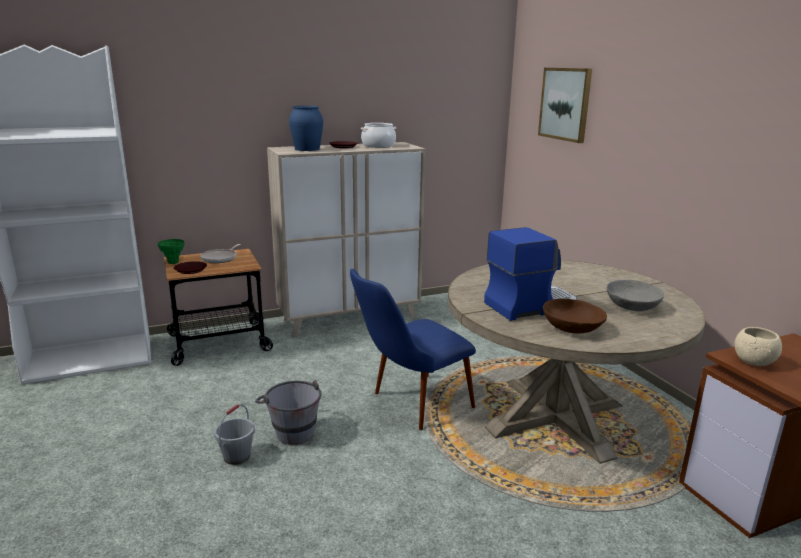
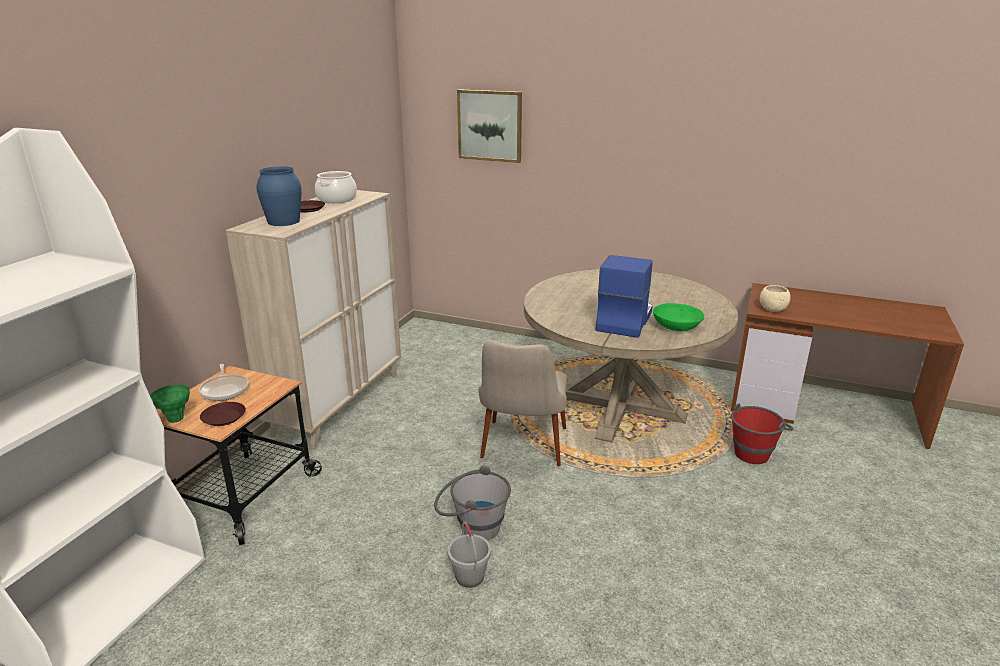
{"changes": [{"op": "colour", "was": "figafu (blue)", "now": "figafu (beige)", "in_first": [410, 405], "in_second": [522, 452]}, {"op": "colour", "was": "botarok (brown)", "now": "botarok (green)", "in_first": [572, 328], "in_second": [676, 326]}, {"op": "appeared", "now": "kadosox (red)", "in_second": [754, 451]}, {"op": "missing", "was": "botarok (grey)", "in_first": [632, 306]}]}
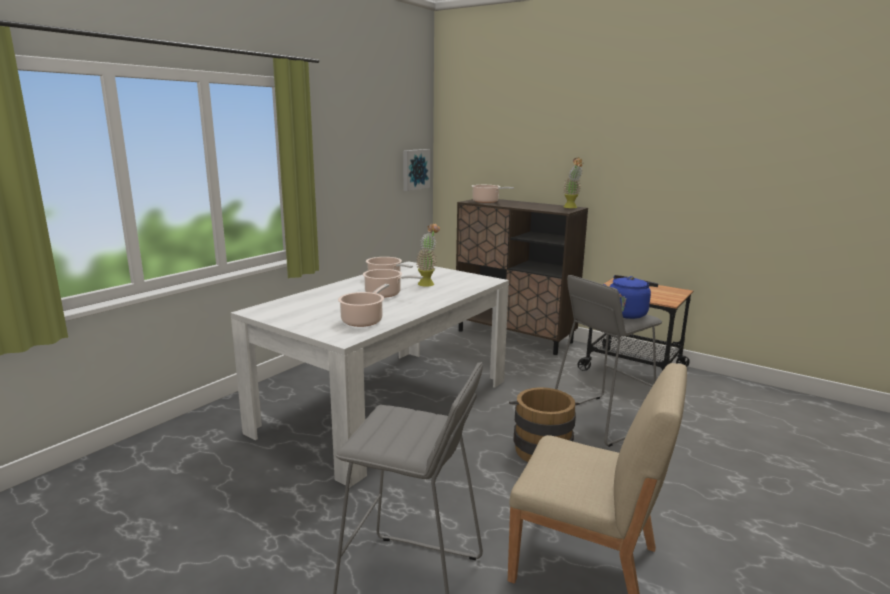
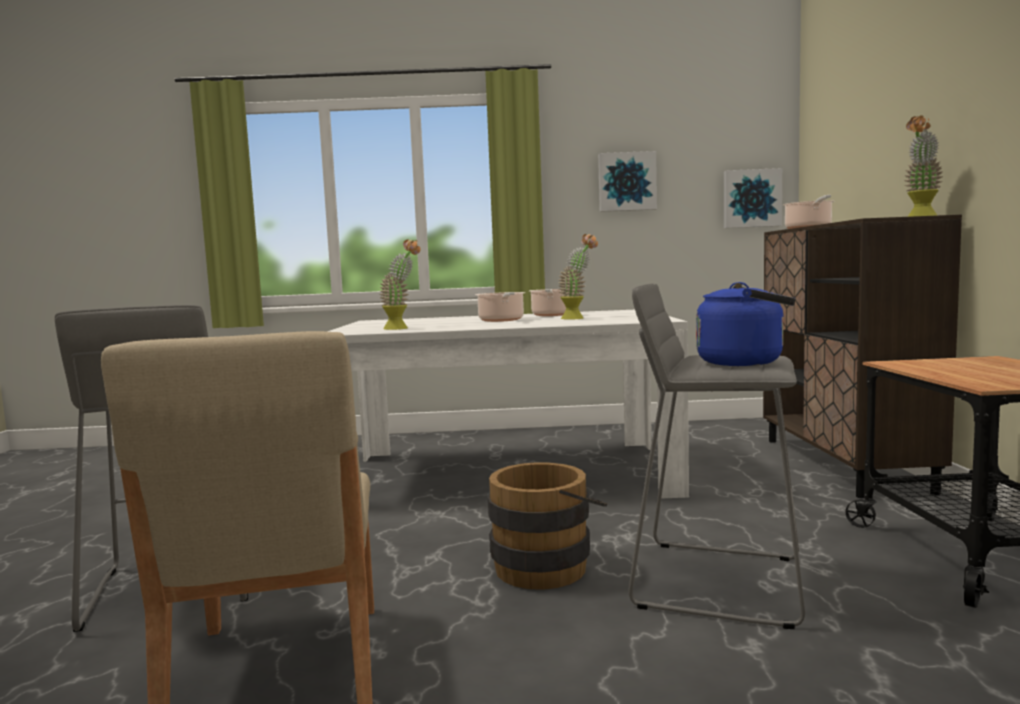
{"changes": [{"op": "exchanged", "was": "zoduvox", "now": "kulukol", "in_first": [363, 320], "in_second": [402, 328]}, {"op": "appeared", "now": "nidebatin", "in_second": [626, 182]}]}
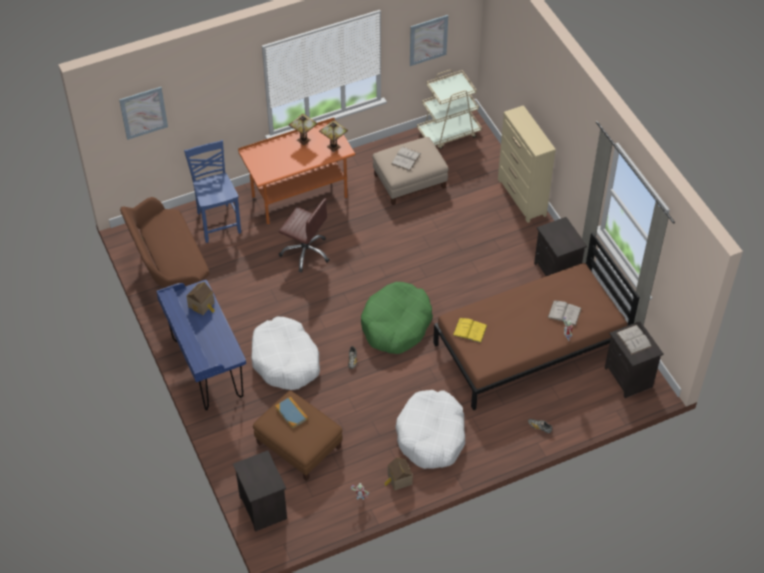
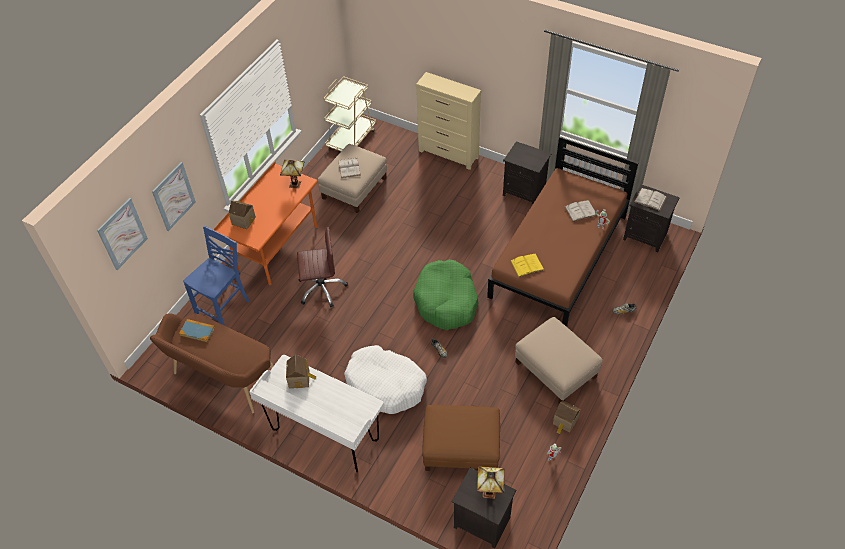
{"changes": [{"op": "relocated", "was": "nidebatin", "in_first": [428, 40], "in_second": [173, 196]}, {"op": "relocated", "was": "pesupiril", "in_first": [291, 413], "in_second": [197, 331]}, {"op": "spun", "was": "figafu (blue)", "in_first": [218, 222], "in_second": [224, 308], "clockwise": 90}, {"op": "appeared", "now": "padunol", "in_second": [244, 220]}, {"op": "colour", "was": "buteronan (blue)", "now": "buteronan (white)", "in_first": [207, 369], "in_second": [325, 436]}, {"op": "relocated", "was": "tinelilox", "in_first": [304, 140], "in_second": [490, 491]}, {"op": "exchanged", "was": "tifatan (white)", "now": "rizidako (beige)", "in_first": [431, 436], "in_second": [555, 370]}]}
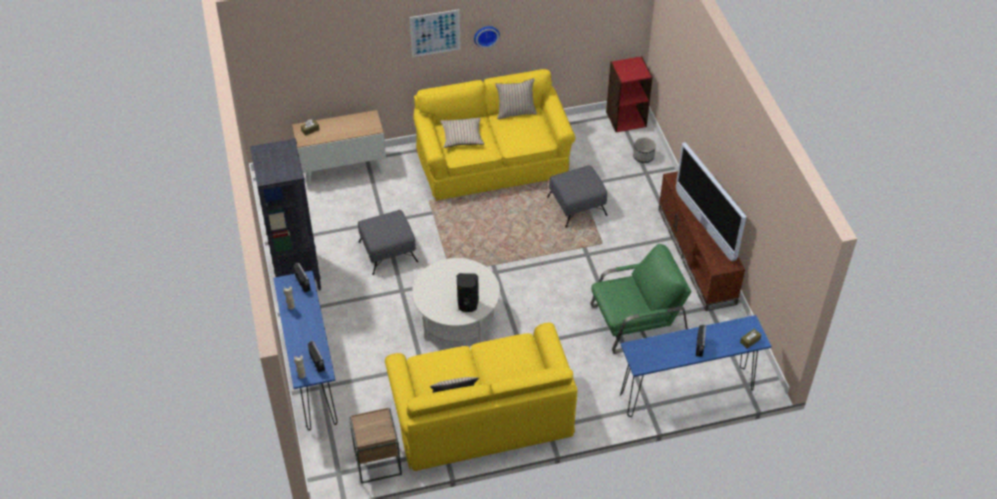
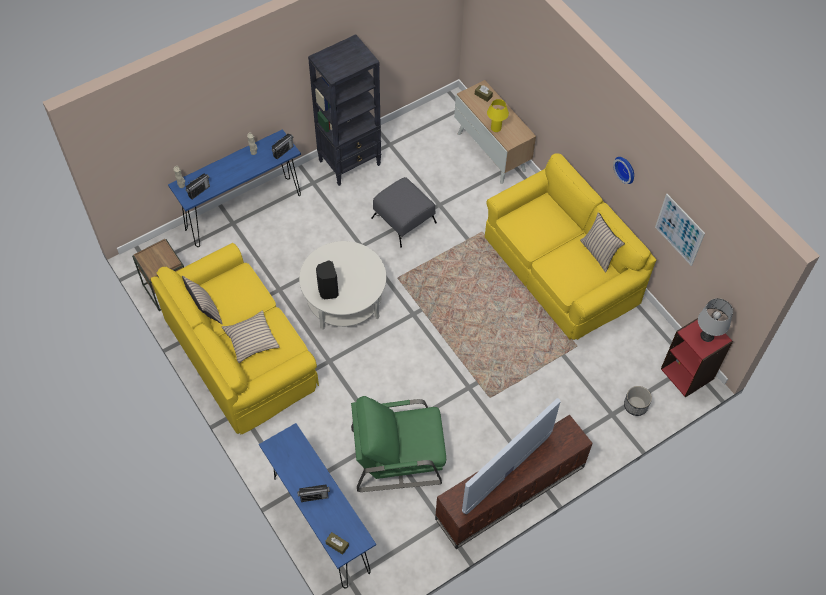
{"changes": [{"op": "relocated", "was": "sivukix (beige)", "in_first": [462, 136], "in_second": [251, 340]}, {"op": "spun", "was": "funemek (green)", "in_first": [636, 320], "in_second": [397, 455], "clockwise": 120}, {"op": "appeared", "now": "tinelilox (yellow)", "in_second": [496, 128]}, {"op": "relocated", "was": "nidebatin", "in_first": [435, 33], "in_second": [679, 229]}, {"op": "appeared", "now": "tinelilox (grey)", "in_second": [707, 335]}, {"op": "missing", "was": "rizidako (grey)", "in_first": [576, 206]}]}
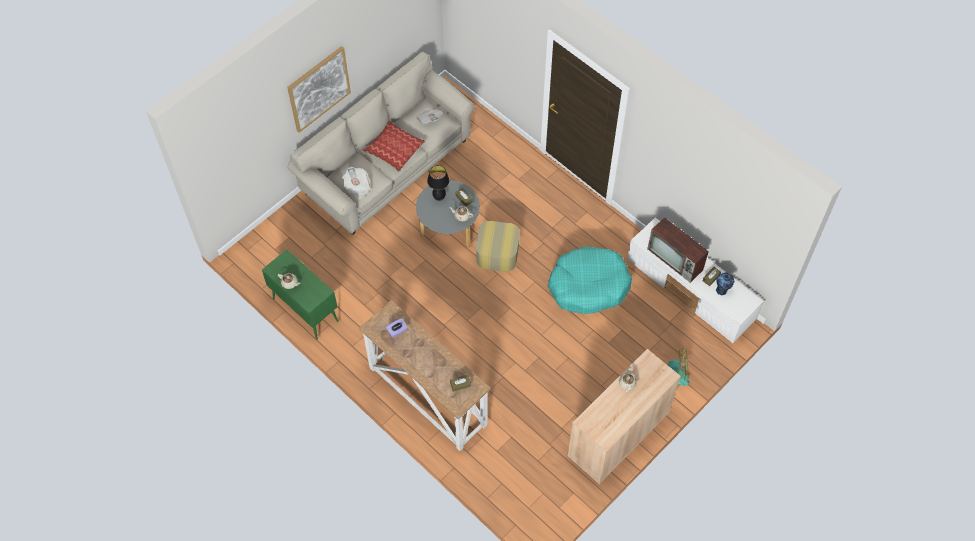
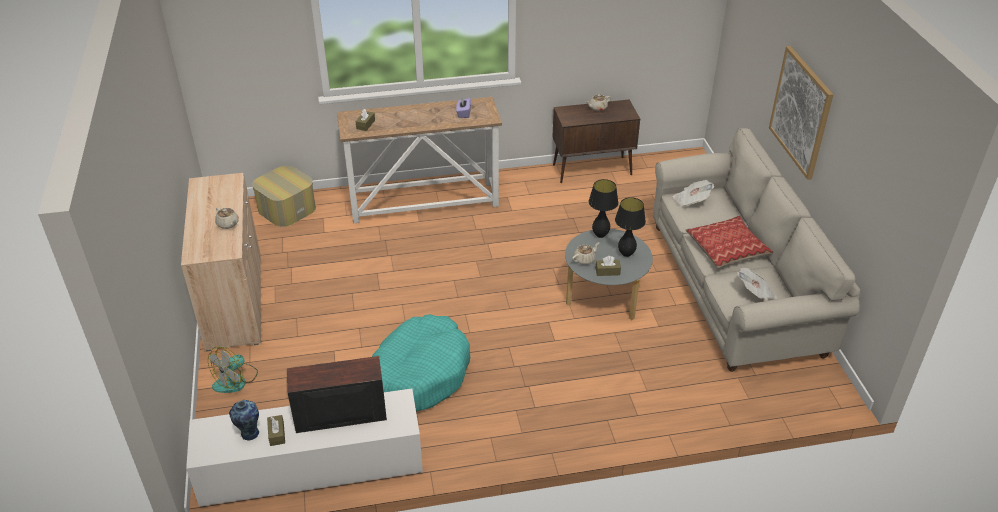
{"changes": [{"op": "relocated", "was": "rizidako", "in_first": [497, 253], "in_second": [287, 208]}, {"op": "colour", "was": "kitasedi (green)", "now": "kitasedi (brown)", "in_first": [304, 309], "in_second": [593, 170]}, {"op": "appeared", "now": "tinelilox (black)", "in_second": [600, 235]}]}
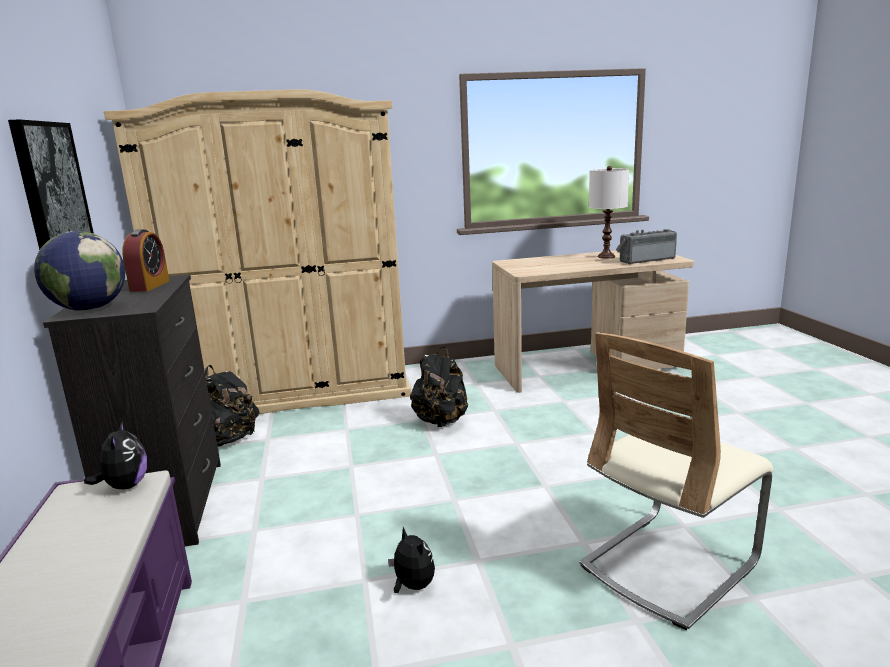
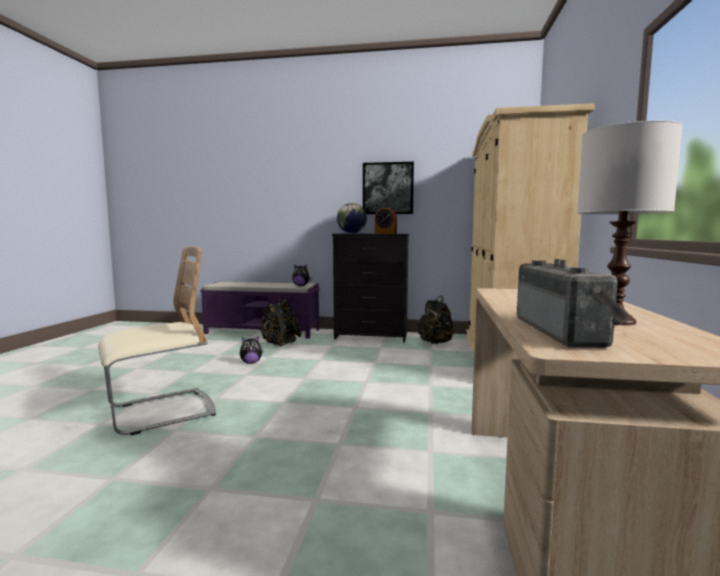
{"changes": [{"op": "spun", "was": "figafu (beige)", "in_first": [668, 564], "in_second": [161, 412], "clockwise": 75}, {"op": "relocated", "was": "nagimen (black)", "in_first": [441, 421], "in_second": [279, 344]}]}
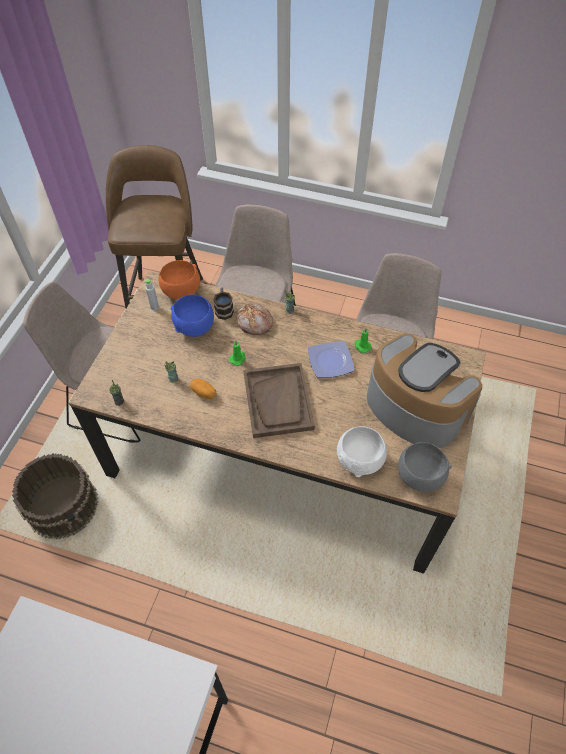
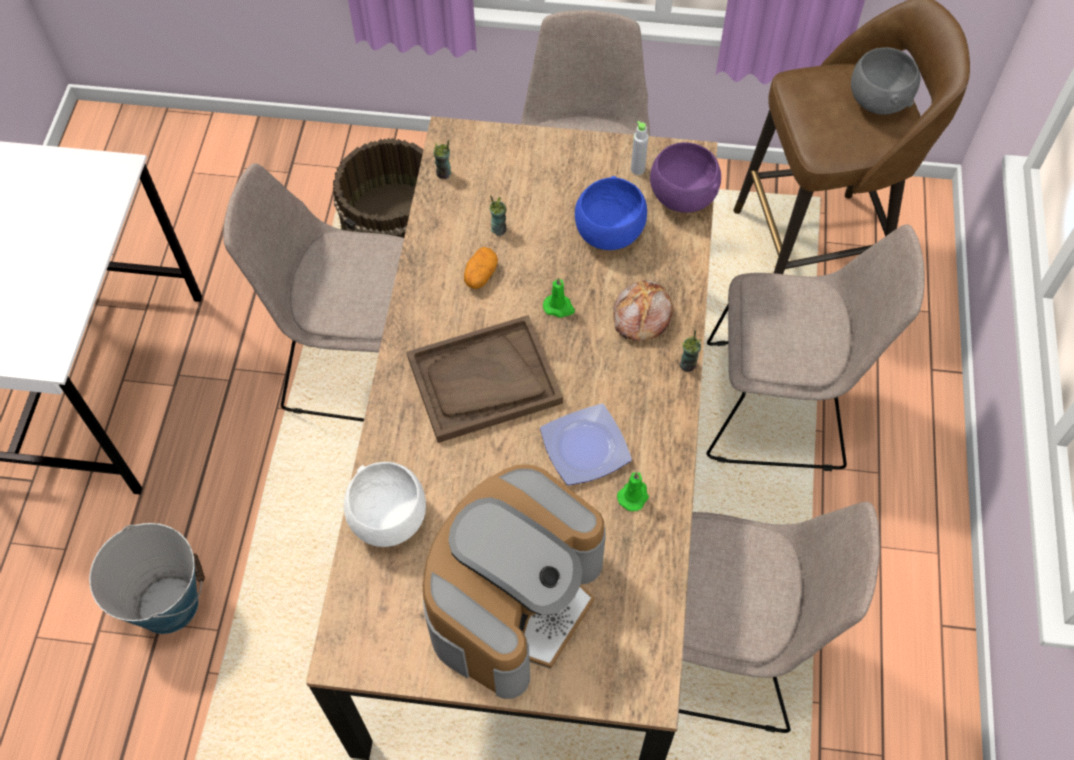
{"changes": [{"op": "appeared", "now": "kadosox", "in_second": [167, 603]}, {"op": "appeared", "now": "figafu (beige)", "in_second": [355, 360]}, {"op": "colour", "was": "botarok (orange)", "now": "botarok (purple)", "in_first": [180, 292], "in_second": [681, 196]}, {"op": "relocated", "was": "botarok (grey)", "in_first": [418, 476], "in_second": [878, 100]}, {"op": "missing", "was": "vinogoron", "in_first": [224, 309]}]}
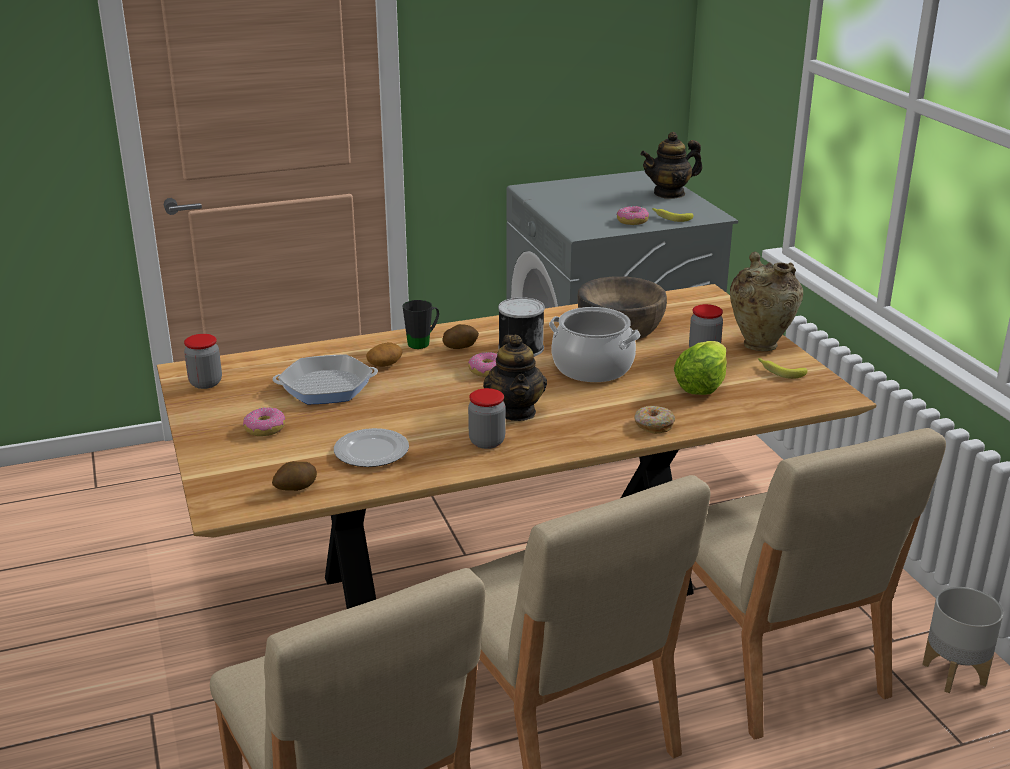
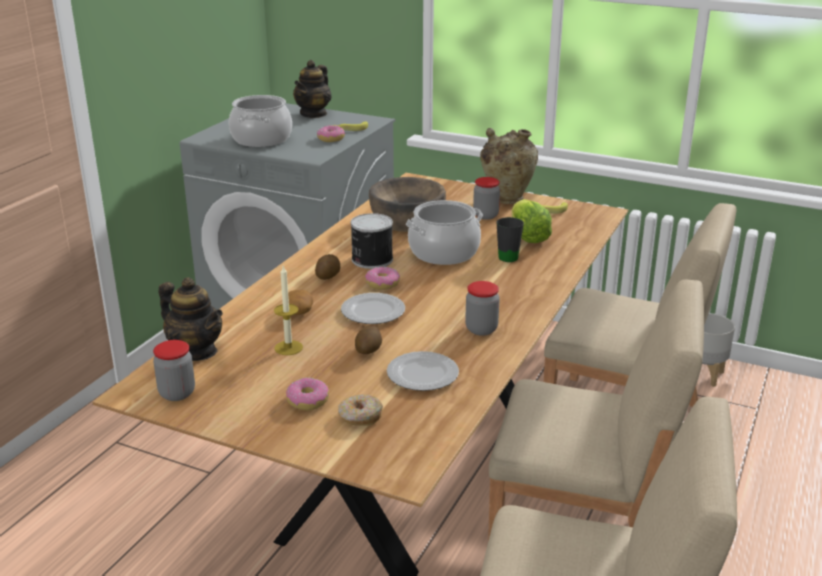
{"changes": [{"op": "relocated", "was": "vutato", "in_first": [515, 411], "in_second": [196, 351]}, {"op": "appeared", "now": "zoduvox", "in_second": [261, 139]}, {"op": "exchanged", "was": "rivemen", "now": "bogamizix", "in_first": [326, 387], "in_second": [288, 348]}, {"op": "relocated", "was": "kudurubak", "in_first": [653, 425], "in_second": [360, 417]}, {"op": "appeared", "now": "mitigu", "in_second": [373, 312]}, {"op": "relocated", "was": "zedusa", "in_first": [295, 488], "in_second": [369, 350]}, {"op": "relocated", "was": "vinogoron (black)", "in_first": [423, 342], "in_second": [508, 255]}]}
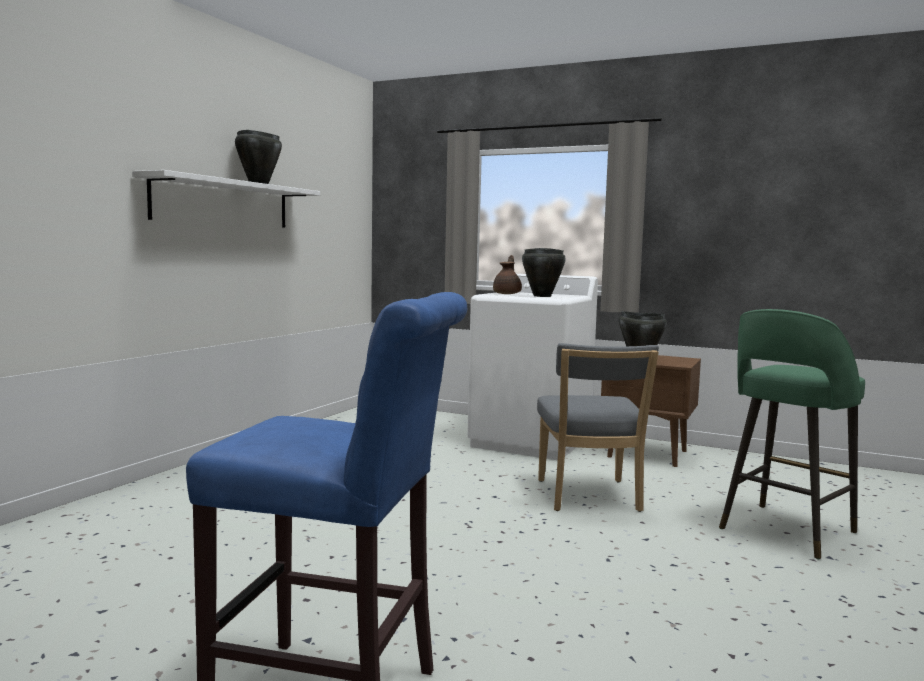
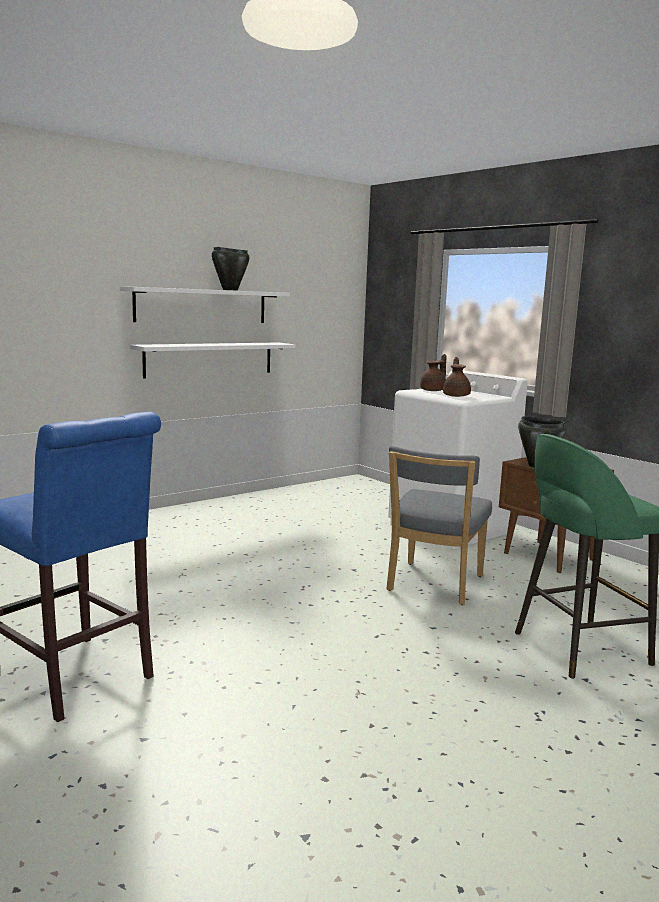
{"changes": [{"op": "appeared", "now": "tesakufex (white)", "in_second": [210, 359]}, {"op": "exchanged", "was": "zoduvox (black)", "now": "vutato (brown)", "in_first": [542, 296], "in_second": [456, 396]}]}
